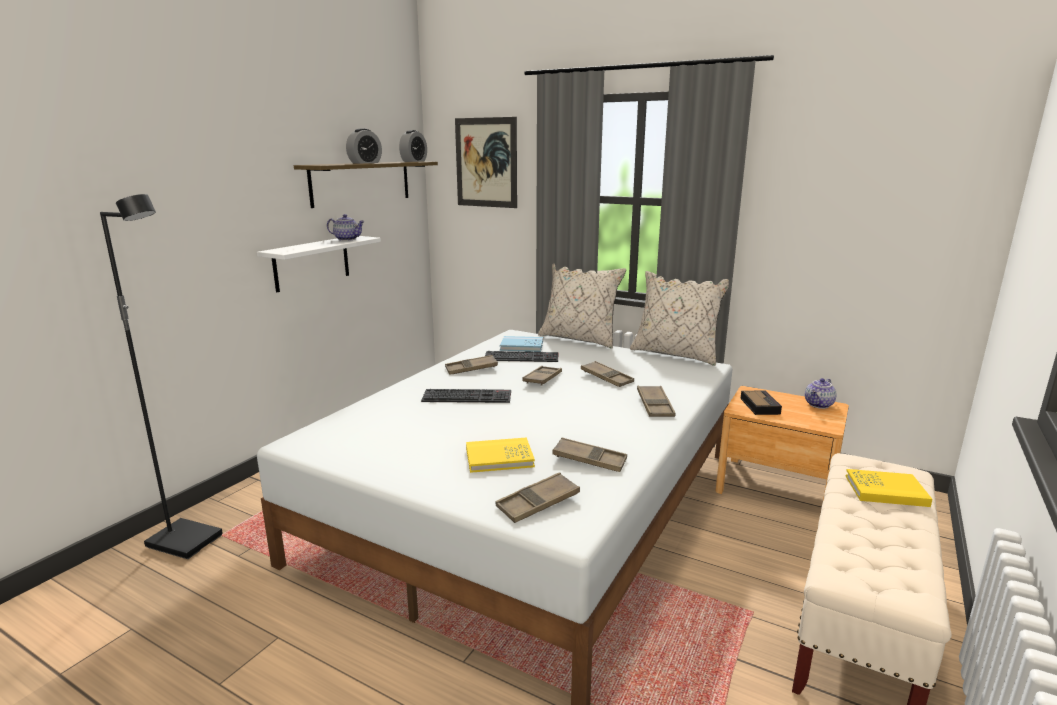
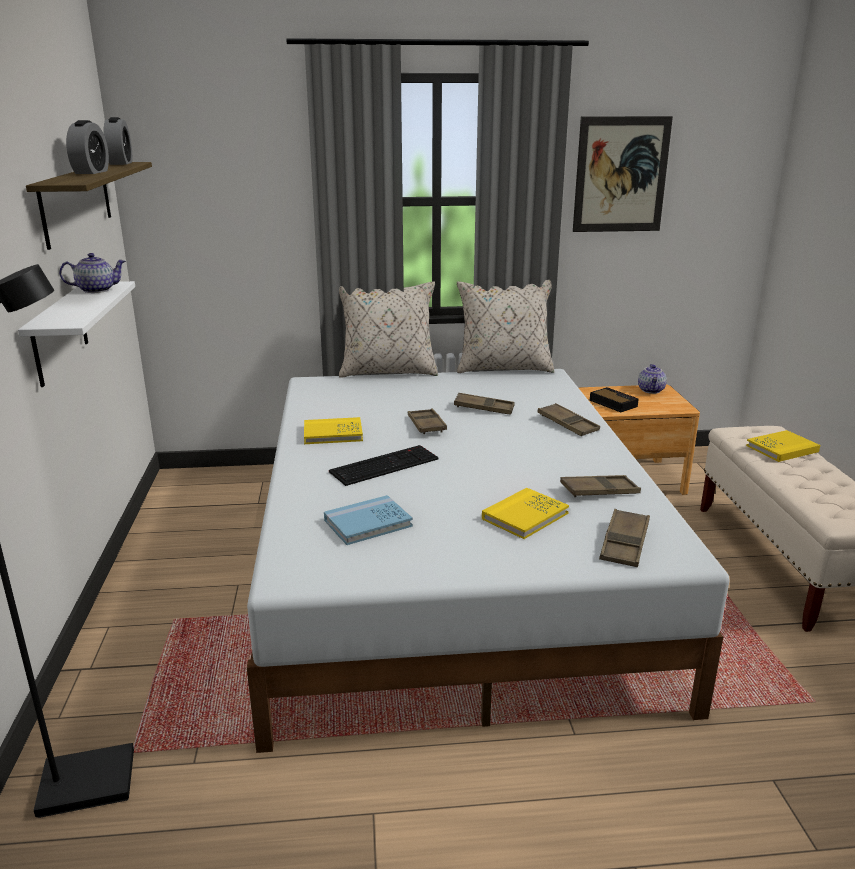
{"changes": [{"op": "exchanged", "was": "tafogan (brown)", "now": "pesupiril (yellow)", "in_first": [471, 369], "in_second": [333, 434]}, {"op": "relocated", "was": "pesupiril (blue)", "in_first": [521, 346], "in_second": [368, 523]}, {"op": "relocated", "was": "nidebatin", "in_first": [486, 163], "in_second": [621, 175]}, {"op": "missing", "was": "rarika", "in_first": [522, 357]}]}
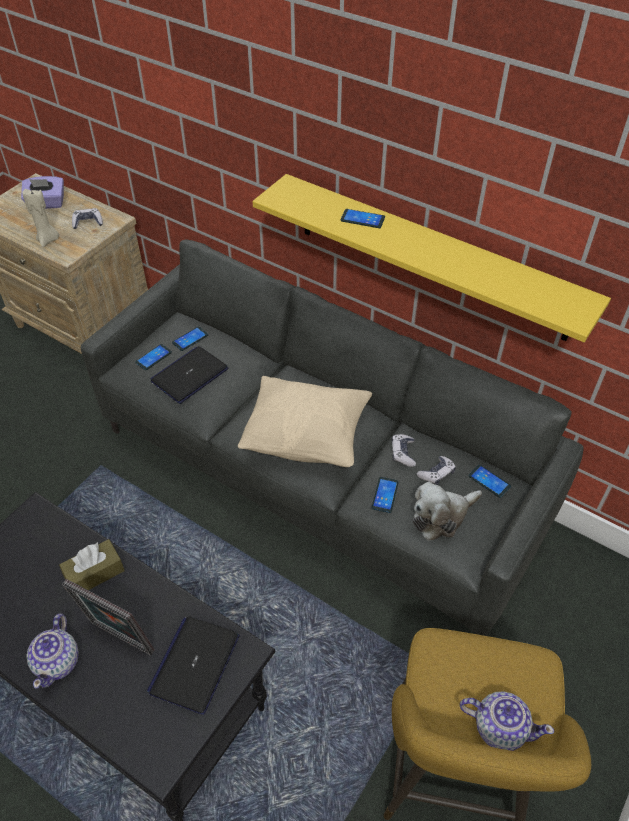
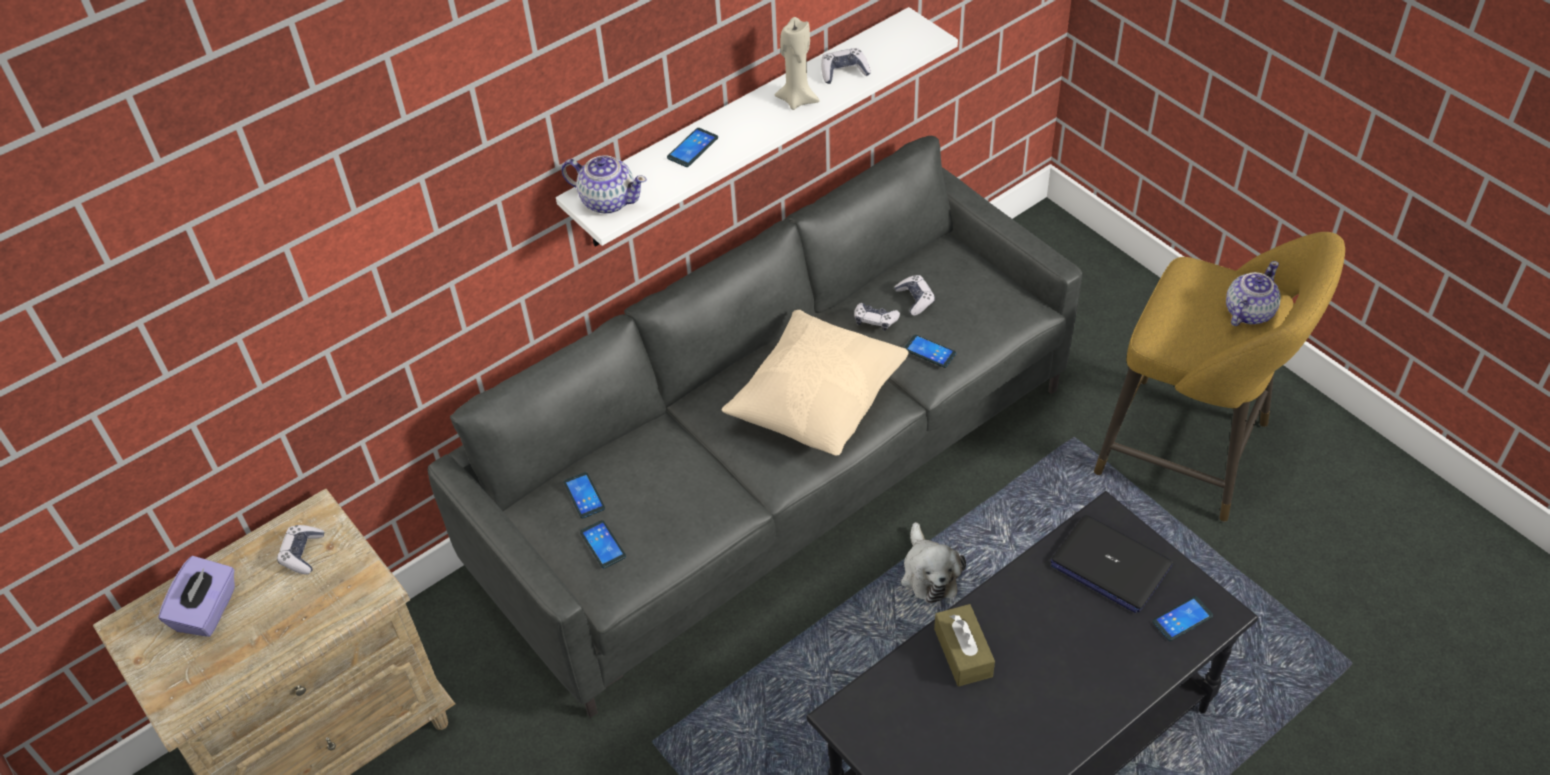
{"changes": [{"op": "colour", "was": "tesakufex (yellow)", "now": "tesakufex (white)", "in_first": [431, 257], "in_second": [744, 128]}, {"op": "relocated", "was": "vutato", "in_first": [58, 661], "in_second": [607, 200]}, {"op": "relocated", "was": "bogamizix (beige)", "in_first": [48, 240], "in_second": [797, 99]}, {"op": "appeared", "now": "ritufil", "in_second": [844, 72]}, {"op": "relocated", "was": "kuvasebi", "in_first": [441, 516], "in_second": [929, 573]}, {"op": "relocated", "was": "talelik", "in_first": [489, 481], "in_second": [1182, 619]}, {"op": "missing", "was": "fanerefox", "in_first": [119, 640]}, {"op": "missing", "was": "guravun", "in_first": [189, 375]}]}
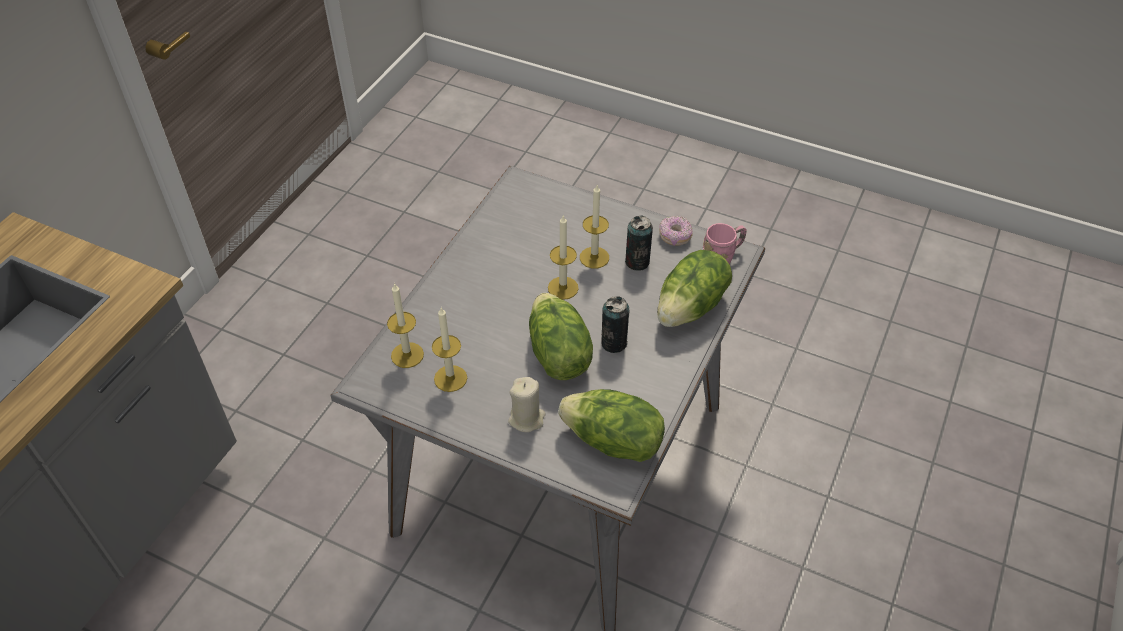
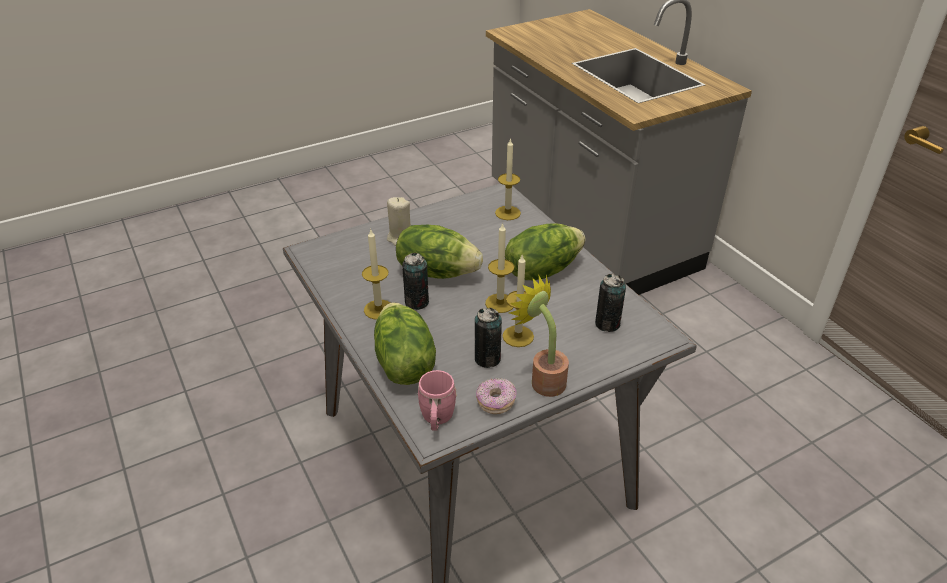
{"changes": [{"op": "relocated", "was": "bogamizix", "in_first": [450, 378], "in_second": [378, 309]}, {"op": "relocated", "was": "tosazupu", "in_first": [612, 442], "in_second": [542, 270]}, {"op": "appeared", "now": "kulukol", "in_second": [543, 380]}, {"op": "appeared", "now": "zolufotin", "in_second": [607, 324]}]}
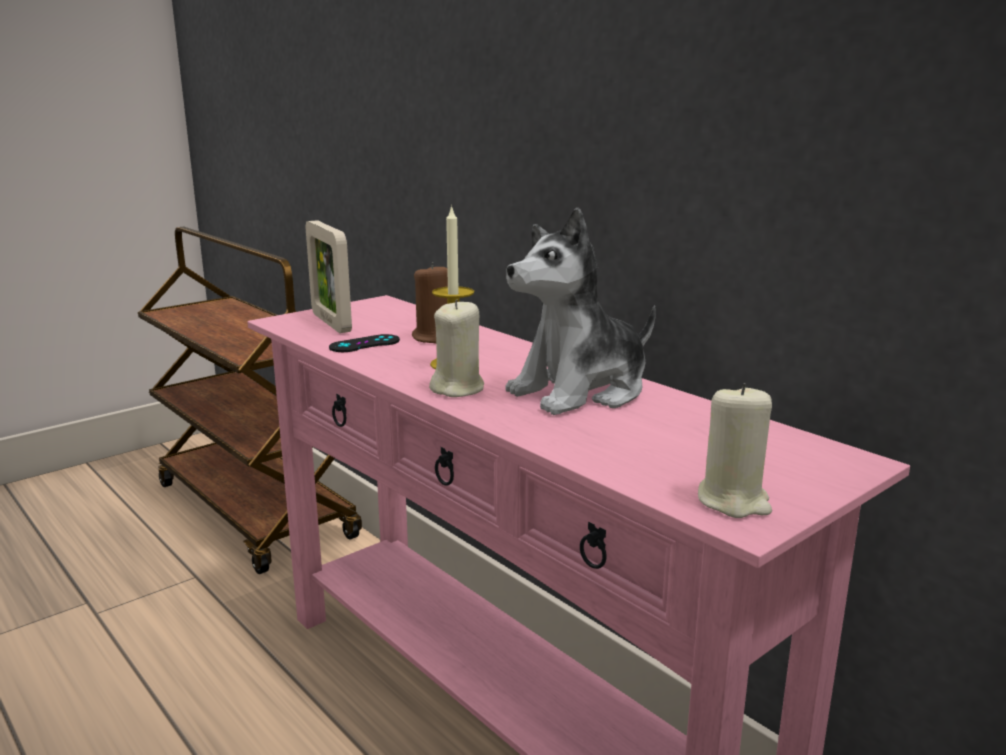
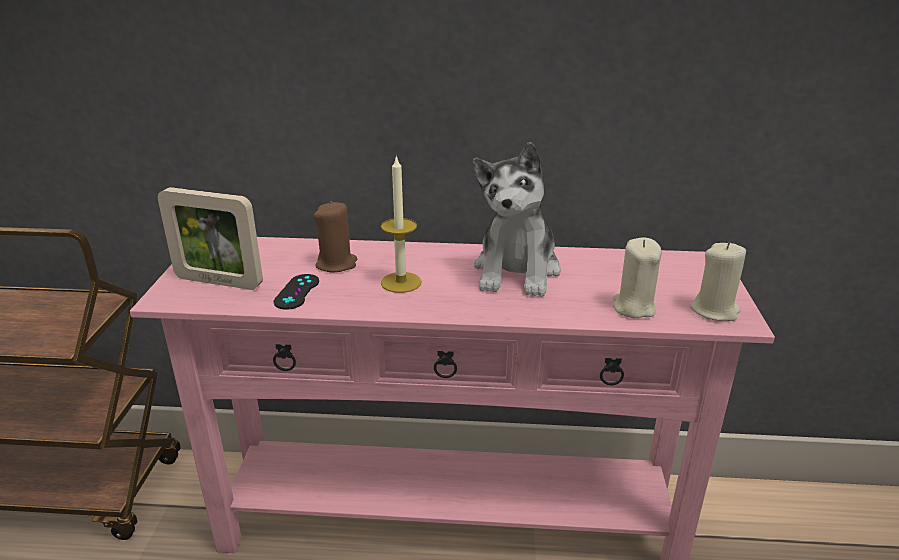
{"changes": [{"op": "relocated", "was": "bogamizix (beige)", "in_first": [458, 389], "in_second": [633, 307]}]}
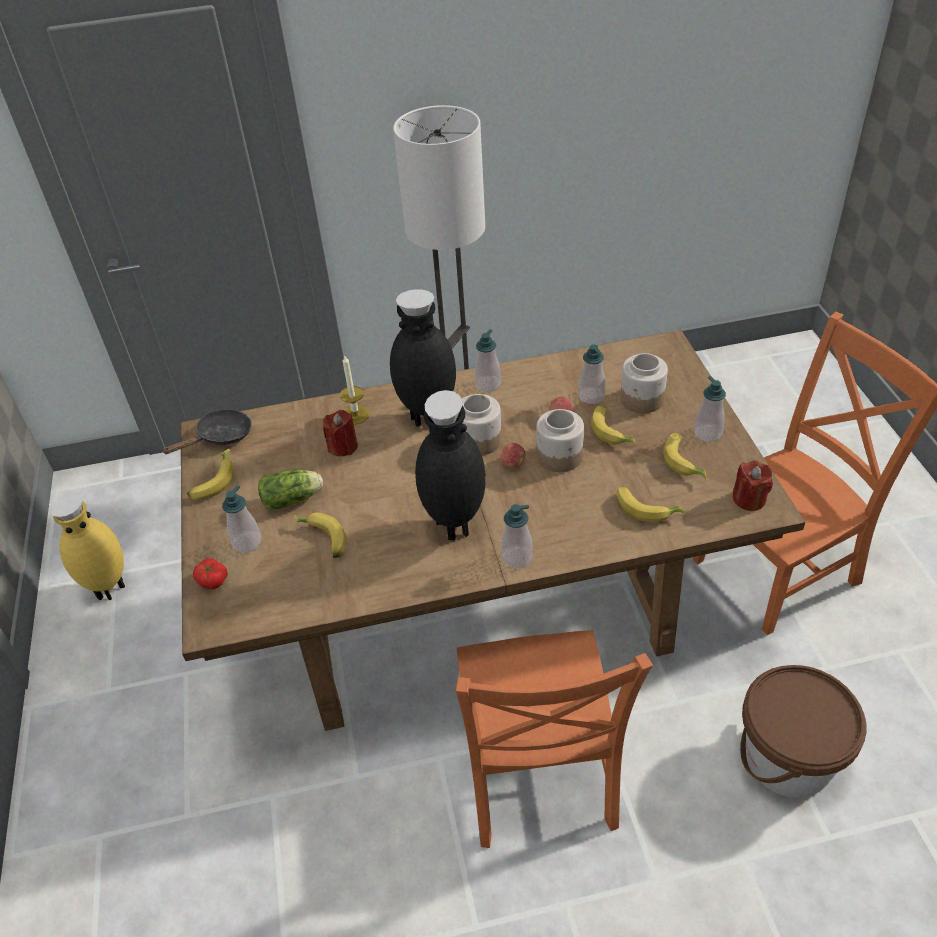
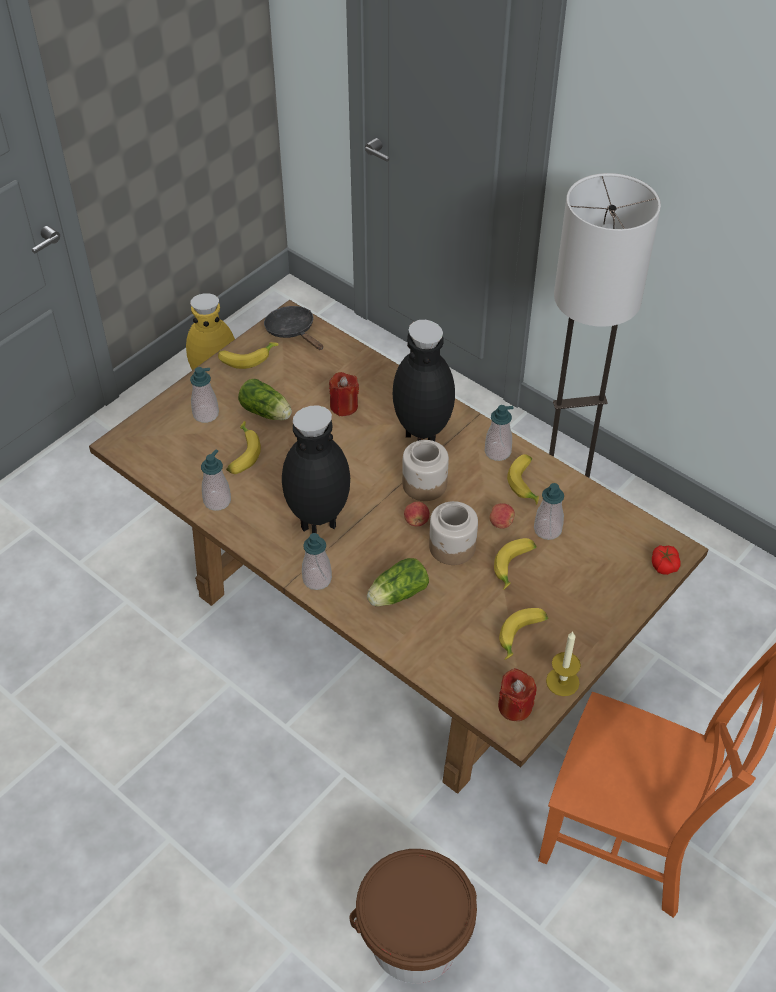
{"changes": [{"op": "relocated", "was": "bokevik", "in_first": [707, 433], "in_second": [217, 501]}, {"op": "spun", "was": "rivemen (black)", "in_first": [220, 437], "in_second": [293, 331], "clockwise": -135}, {"op": "appeared", "now": "tosazupu", "in_second": [396, 595]}, {"op": "relocated", "was": "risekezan", "in_first": [646, 508], "in_second": [527, 483]}, {"op": "relocated", "was": "bogamizix", "in_first": [355, 415], "in_second": [562, 681]}, {"op": "relocated", "was": "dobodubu", "in_first": [212, 580], "in_second": [664, 565]}, {"op": "missing", "was": "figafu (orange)", "in_first": [538, 778]}, {"op": "missing", "was": "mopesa", "in_first": [642, 399]}]}
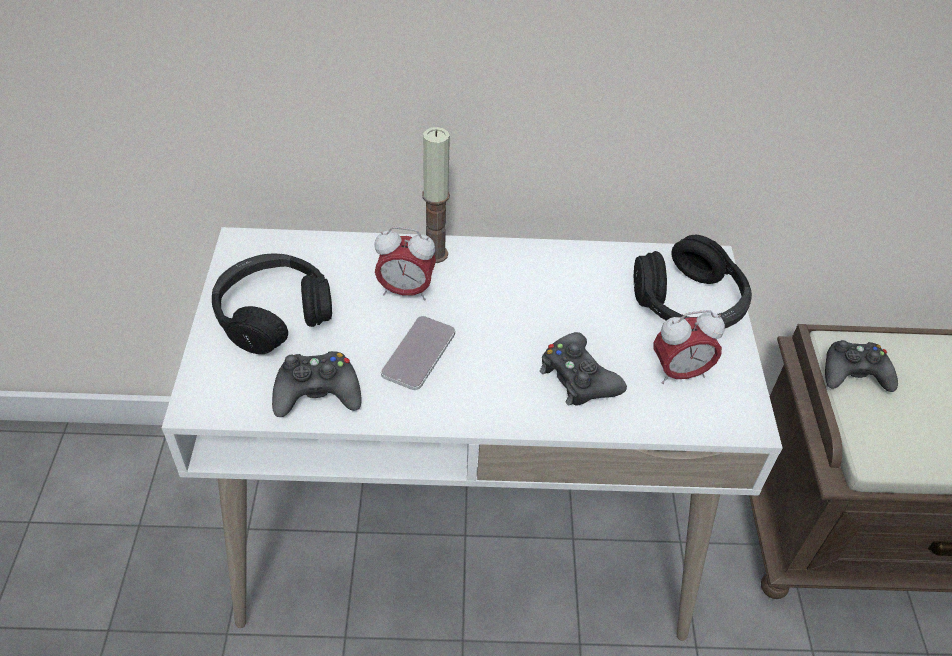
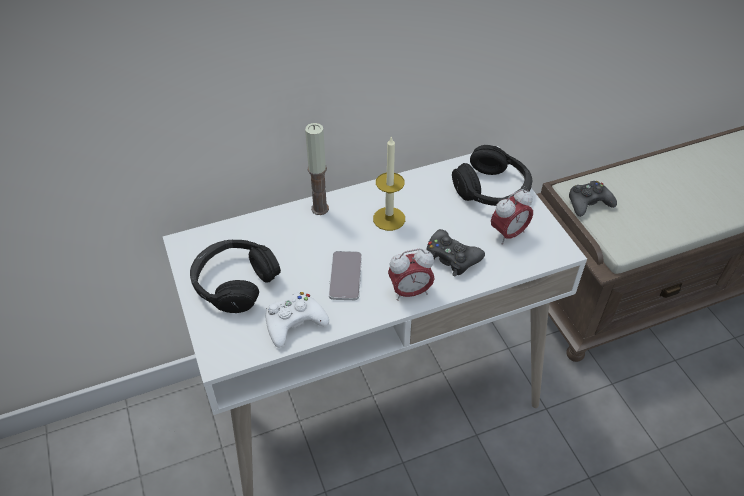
{"changes": [{"op": "colour", "was": "ritufil (black)", "now": "ritufil (white)", "in_first": [317, 392], "in_second": [294, 323]}, {"op": "appeared", "now": "bogamizix", "in_second": [389, 219]}, {"op": "relocated", "was": "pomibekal", "in_first": [405, 291], "in_second": [410, 292]}]}
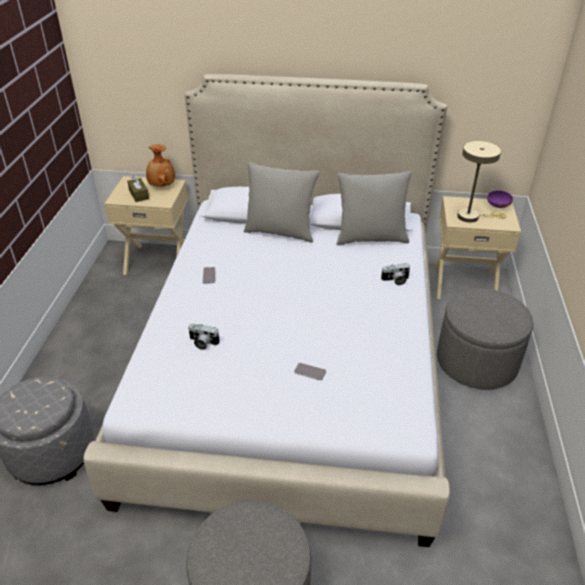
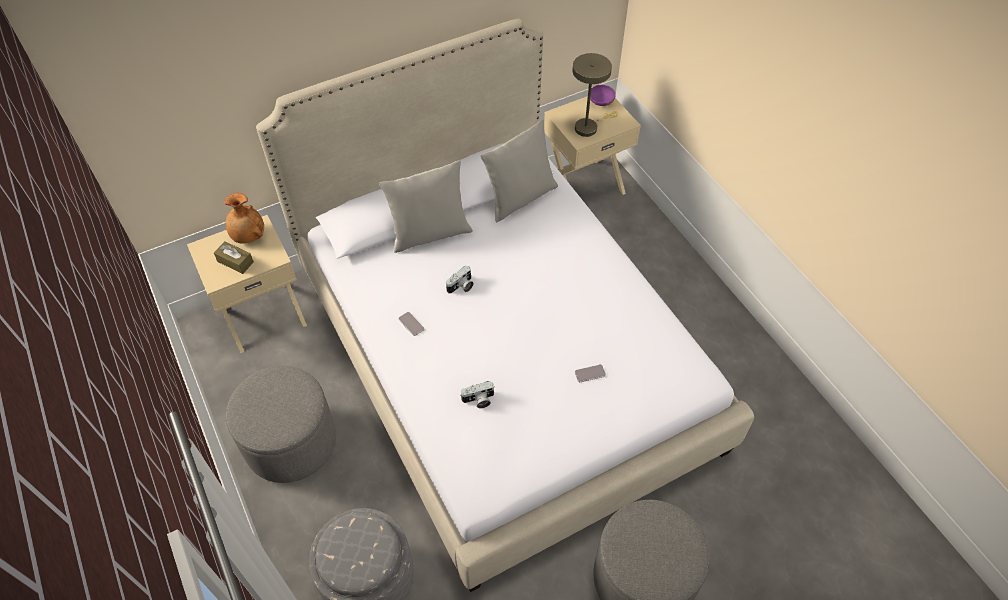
{"changes": [{"op": "relocated", "was": "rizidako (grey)", "in_first": [476, 362], "in_second": [290, 442]}, {"op": "relocated", "was": "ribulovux", "in_first": [395, 280], "in_second": [461, 287]}]}
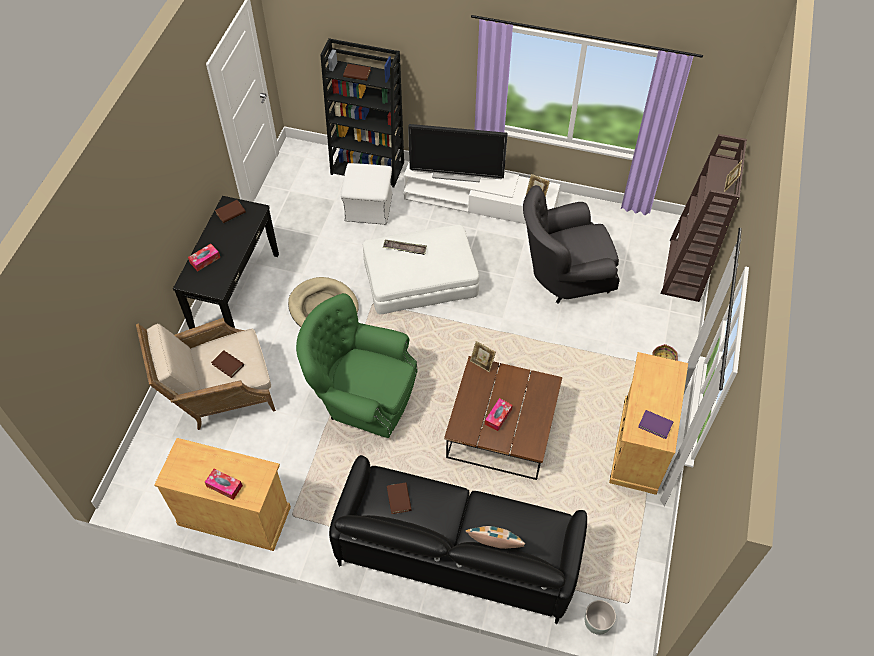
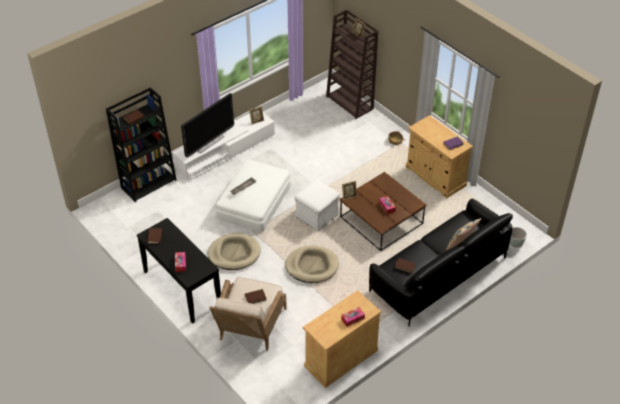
{"changes": [{"op": "exchanged", "was": "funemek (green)", "now": "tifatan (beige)", "in_first": [362, 397], "in_second": [312, 266]}, {"op": "relocated", "was": "rizidako (white)", "in_first": [369, 207], "in_second": [317, 215]}, {"op": "missing", "was": "funemek (grey)", "in_first": [564, 275]}]}
